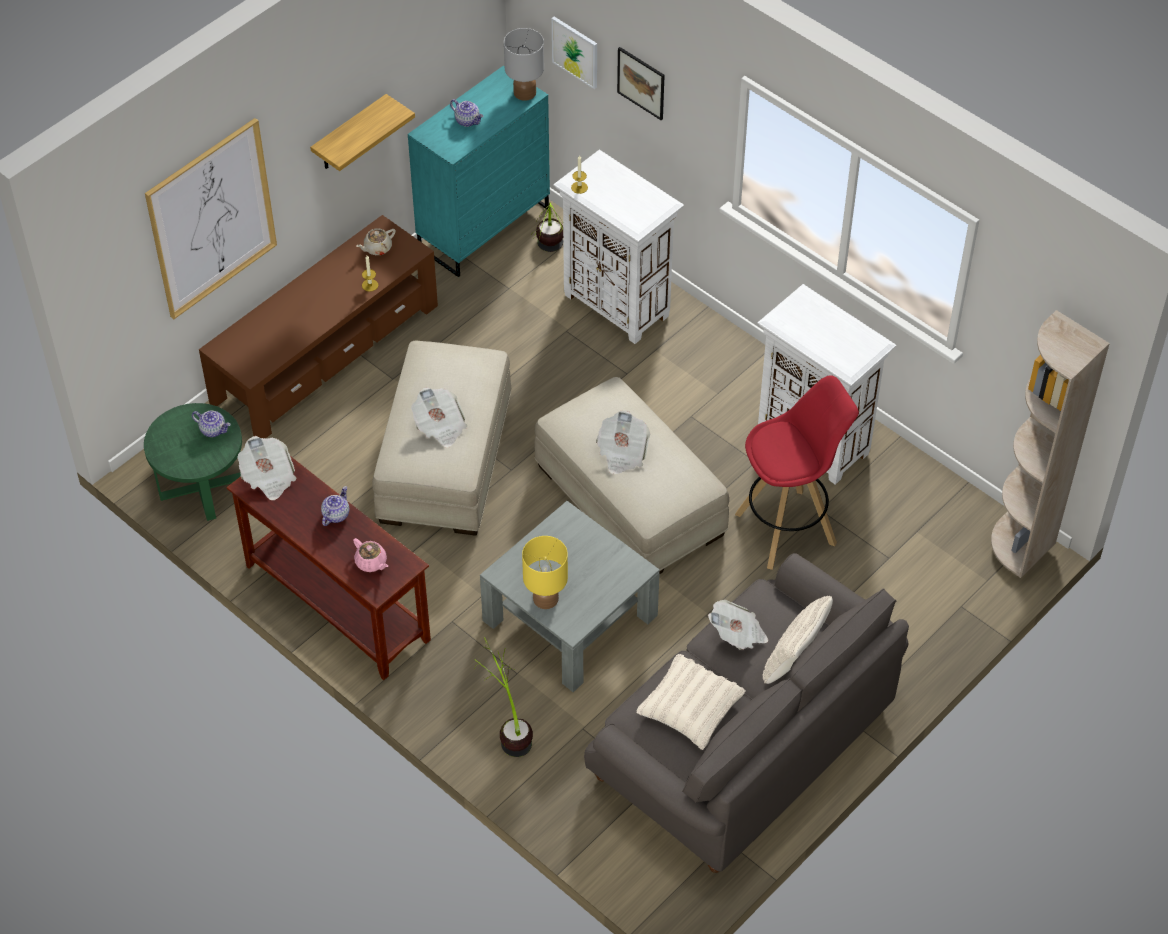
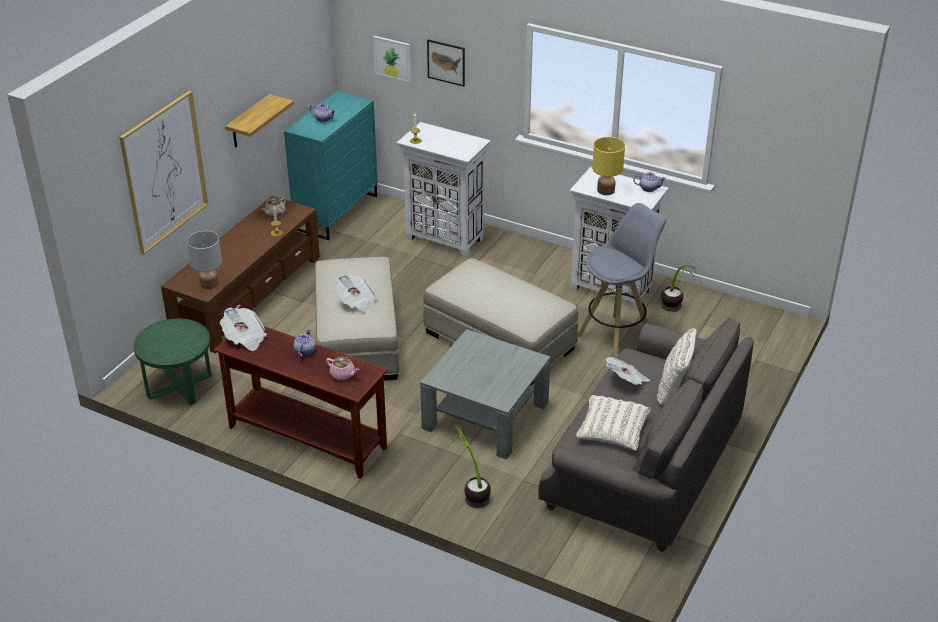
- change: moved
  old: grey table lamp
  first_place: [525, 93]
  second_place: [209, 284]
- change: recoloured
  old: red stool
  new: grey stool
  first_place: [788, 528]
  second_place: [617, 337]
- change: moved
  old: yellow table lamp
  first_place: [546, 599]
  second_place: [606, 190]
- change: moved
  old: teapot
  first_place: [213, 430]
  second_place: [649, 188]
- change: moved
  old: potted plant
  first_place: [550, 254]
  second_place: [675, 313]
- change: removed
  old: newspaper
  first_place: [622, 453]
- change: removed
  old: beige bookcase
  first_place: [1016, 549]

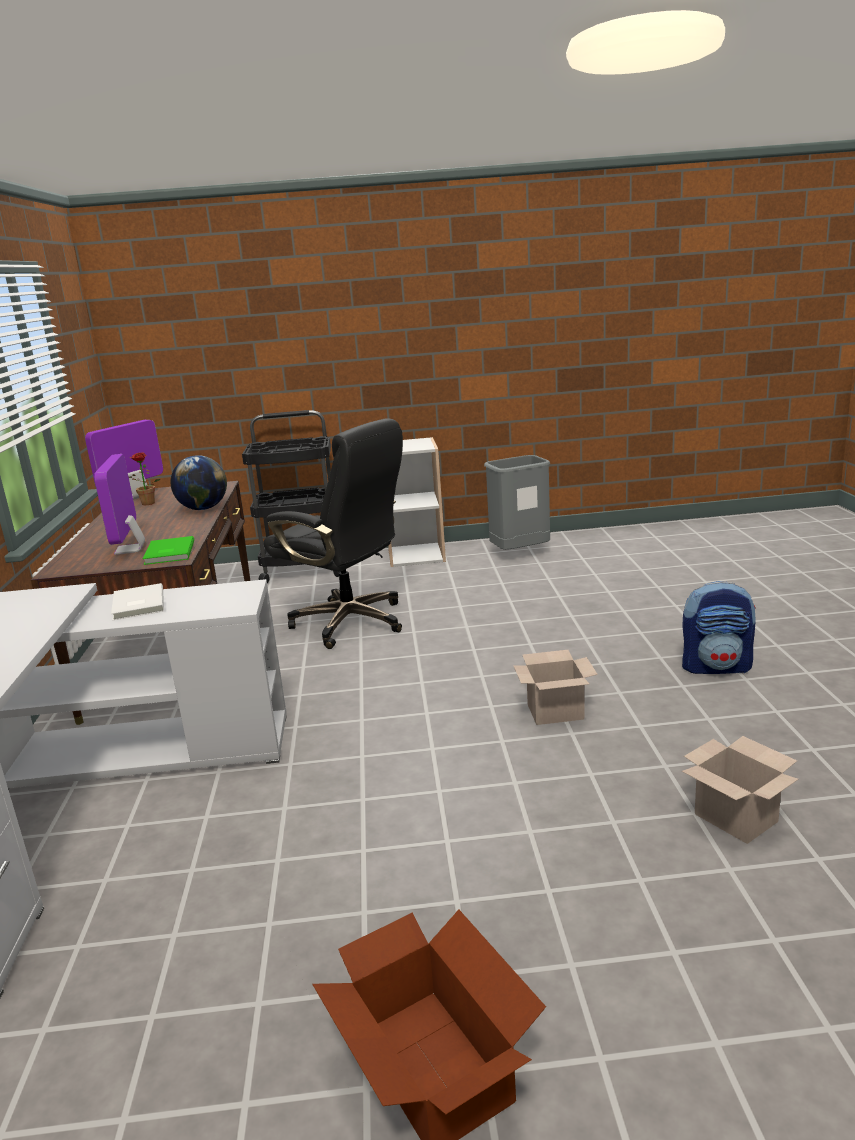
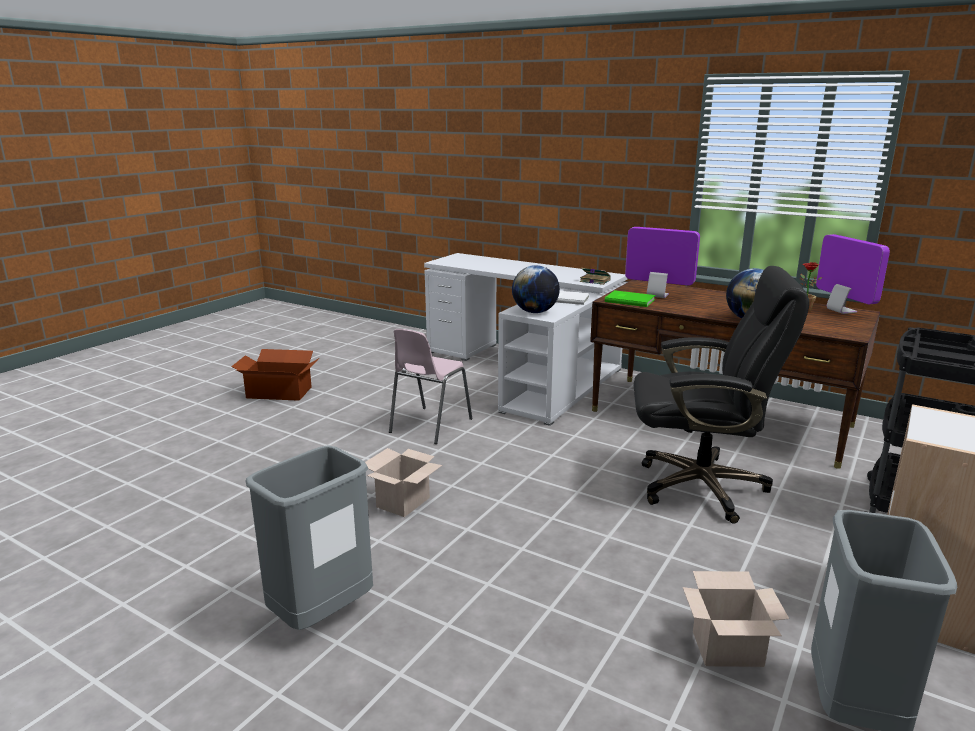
- change: replaced
  old: backpack
  new: grey trash can
  first_place: [716, 667]
  second_place: [321, 615]
- change: added
  new: pink chair
  second_place: [429, 426]
- change: added
  new: globe
  second_place: [535, 312]
- change: added
  new: book
  second_place: [594, 281]
- change: turned
  old: black office chair
  first_place: [347, 622]
  second_place: [698, 487]
  degrees: -150
- change: moved
  old: cardboard box
  first_place: [738, 818]
  second_place: [726, 649]

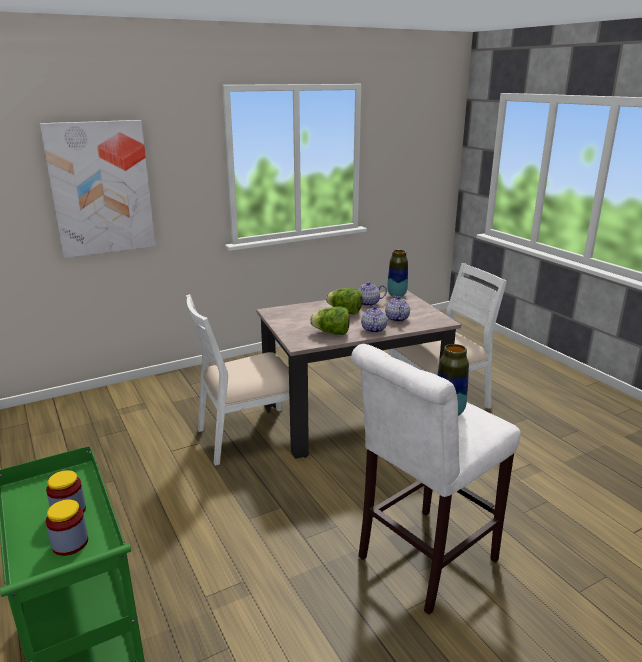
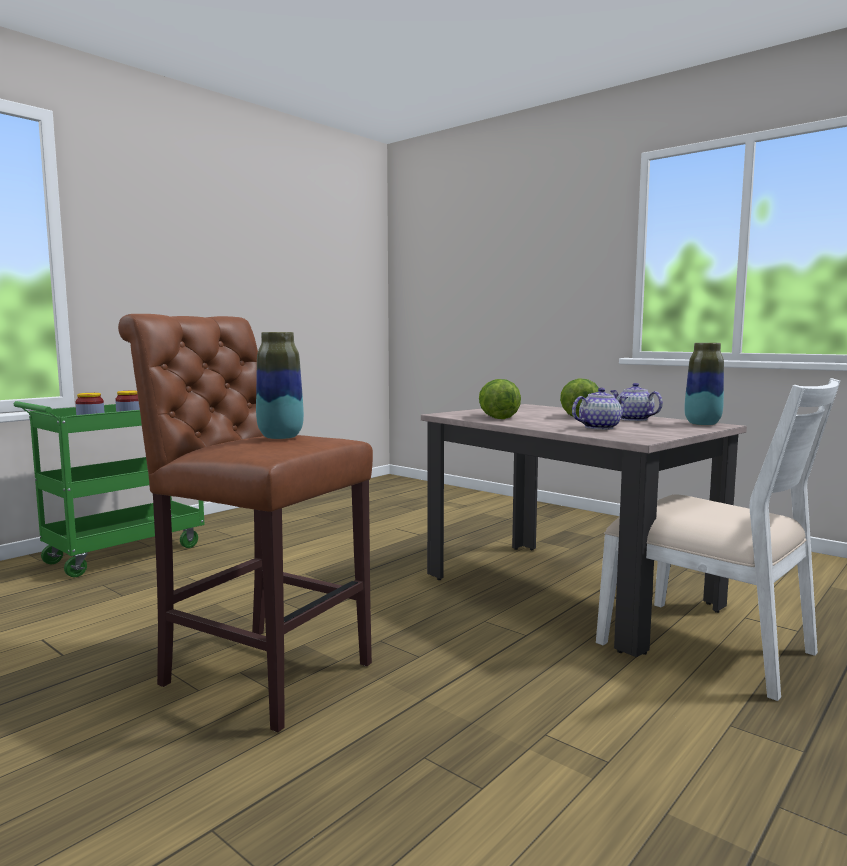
- change: recoloured
  old: white stool
  new: brown stool
  first_place: [421, 562]
  second_place: [259, 672]
- change: removed
  old: picture
  first_place: [101, 188]
- change: removed
  old: white chair
  first_place: [250, 436]
- change: removed
  old: teapot
  first_place: [373, 329]

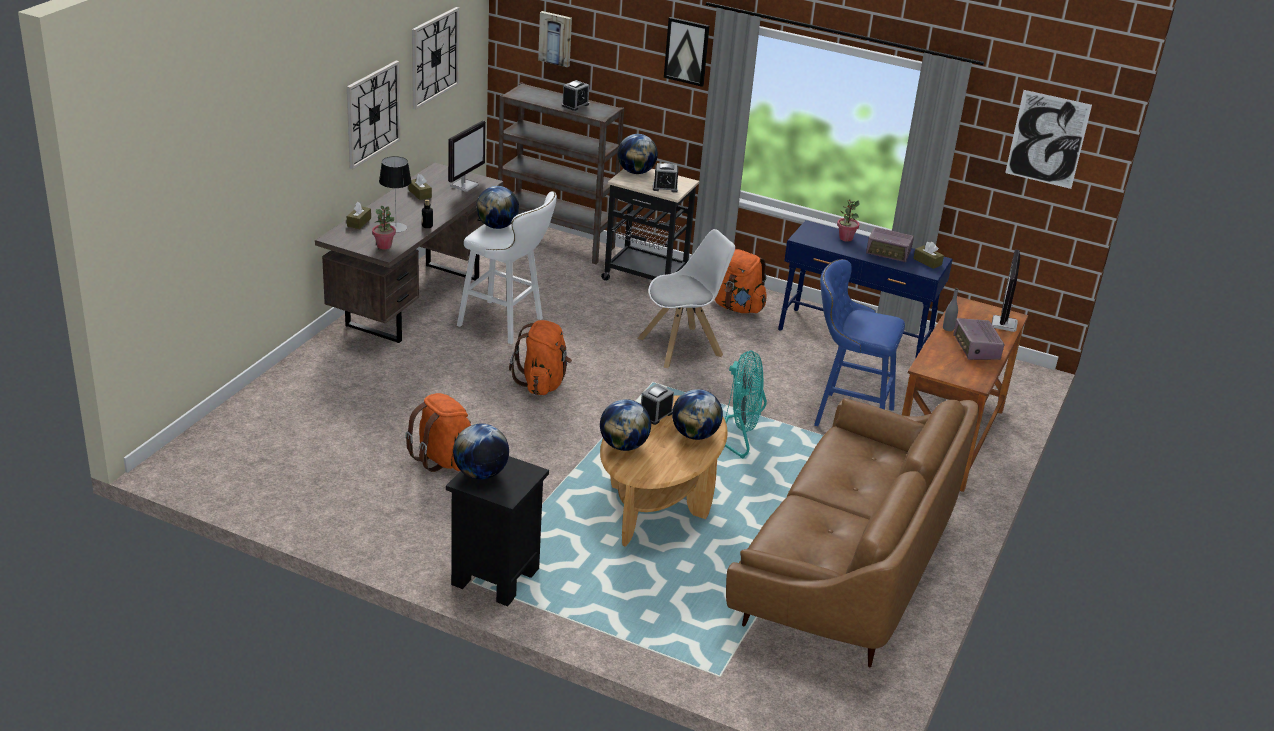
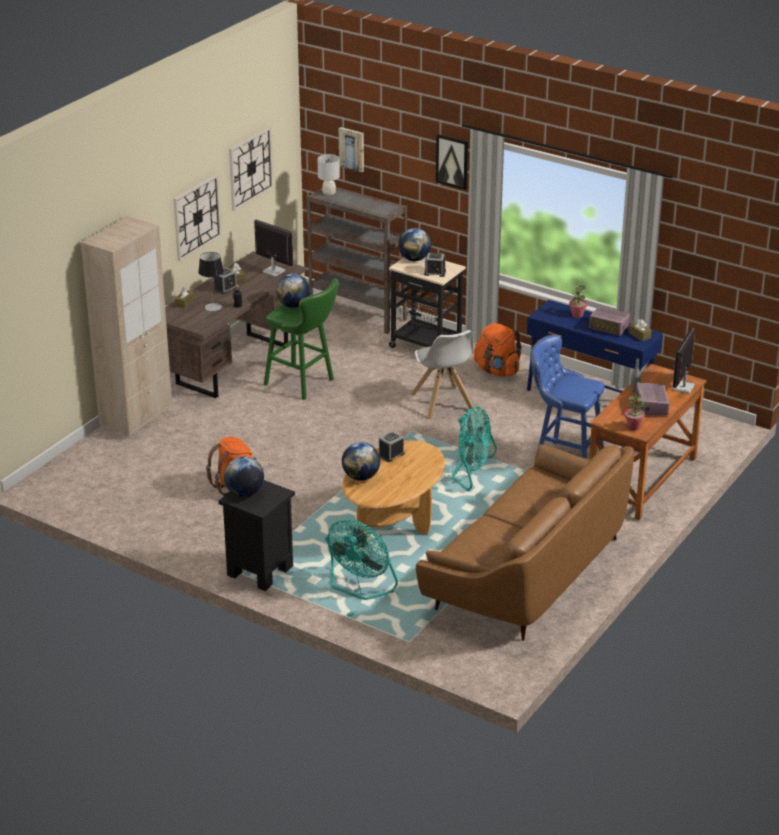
- change: added
  new: beige cabinet
  second_place: [137, 419]
- change: moved
  old: alarm clock
  first_place: [575, 105]
  second_place: [225, 288]
- change: turned
  old: monitor
  first_place: [464, 185]
  second_place: [273, 271]
  degrees: -90
- change: recoloured
  old: white stool
  new: green stool
  first_place: [508, 325]
  second_place: [305, 384]
- change: added
  new: grey table lamp
  second_place: [329, 194]
- change: added
  new: turquoise fan
  second_place: [356, 590]
- change: turned
  old: chair
  first_place: [682, 347]
  second_place: [443, 403]
  degrees: 90
- change: moved
  old: potted plant
  first_place: [384, 246]
  second_place: [633, 427]
- change: removed
  old: orange backpack
  first_place: [542, 383]
- change: removed
  old: globe
  first_place: [695, 435]
- change: removed
  old: picture
  first_place: [1047, 139]

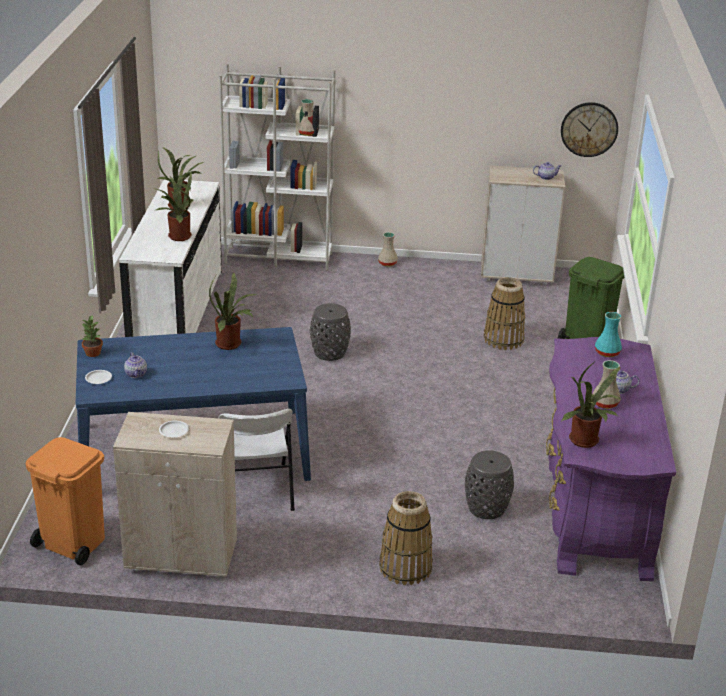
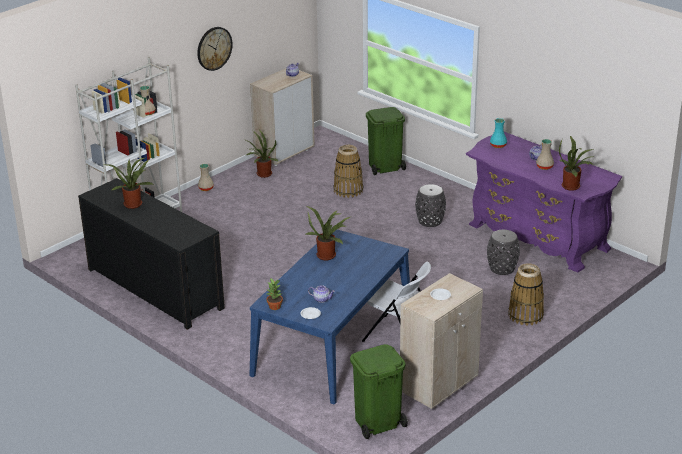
- change: recoloured
  old: white dresser
  new: black dresser
  first_place: [178, 312]
  second_place: [155, 288]
- change: moved
  old: wall clock
  first_place: [589, 129]
  second_place: [214, 48]
- change: moved
  old: potted plant
  first_place: [177, 236]
  second_place: [262, 174]
- change: recoloured
  old: orange trash can
  new: green trash can
  first_place: [72, 542]
  second_place: [377, 422]
- change: moved
  old: grey stool
  first_place: [329, 353]
  second_place: [430, 221]

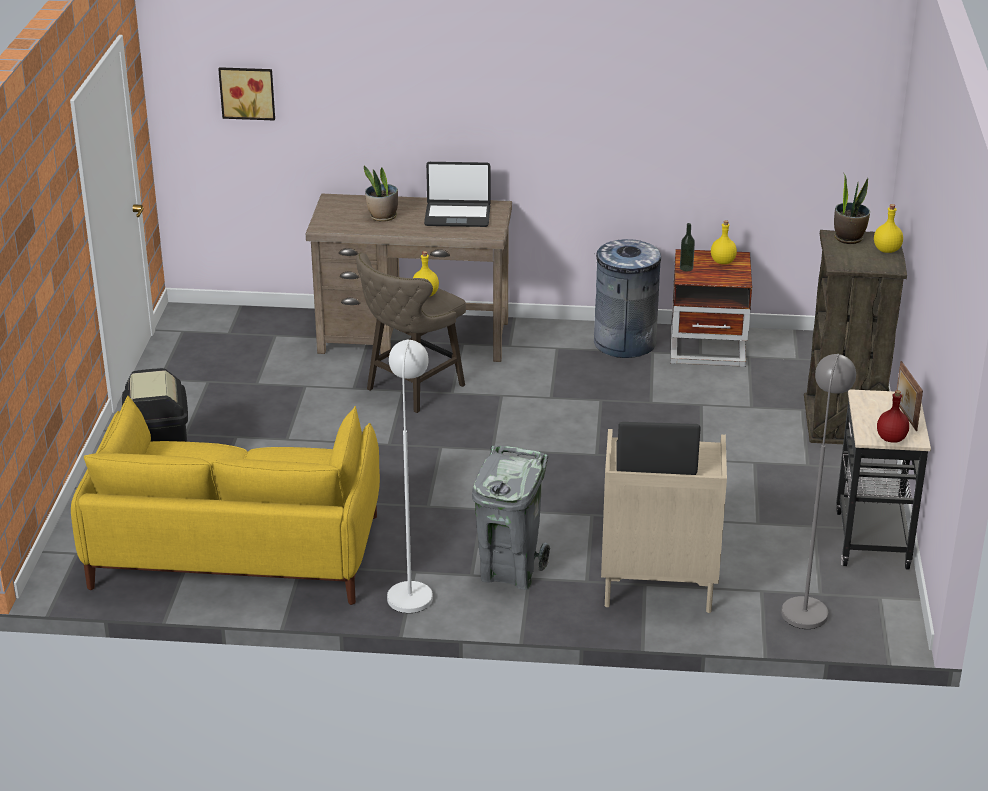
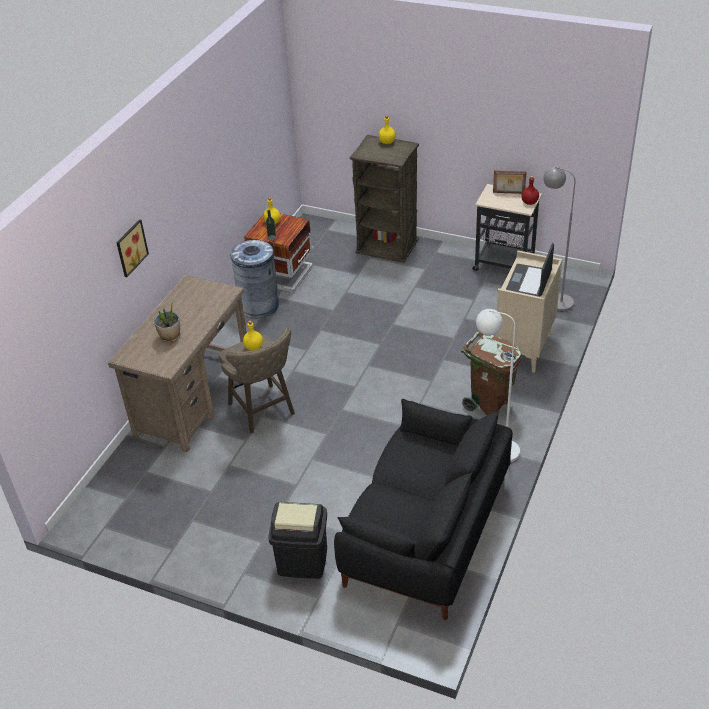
- change: moved
  old: picture
  first_place: [247, 92]
  second_place: [130, 247]
- change: recoloured
  old: yellow sofa
  new: black sofa
  first_place: [236, 551]
  second_place: [425, 530]
- change: recoloured
  old: grey trash can
  new: brown trash can
  first_place: [510, 571]
  second_place: [489, 403]
- change: removed
  old: laptop
  first_place: [457, 216]
- change: removed
  old: potted plant
  first_place: [848, 238]

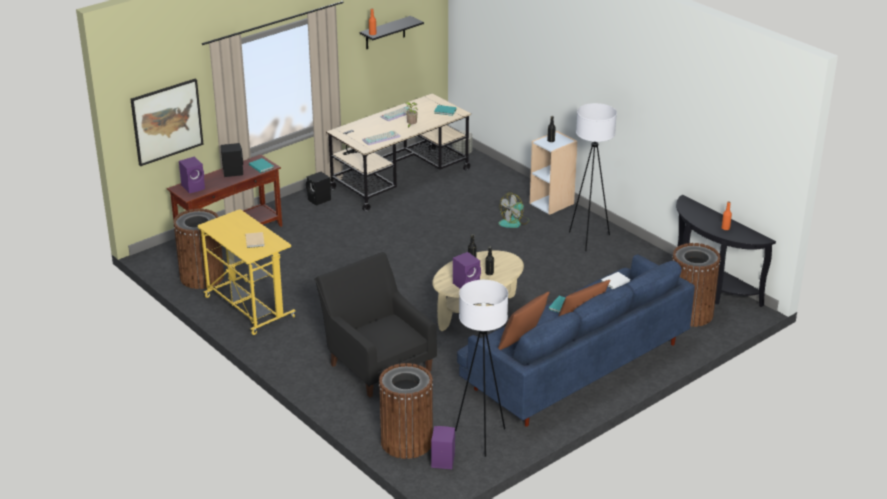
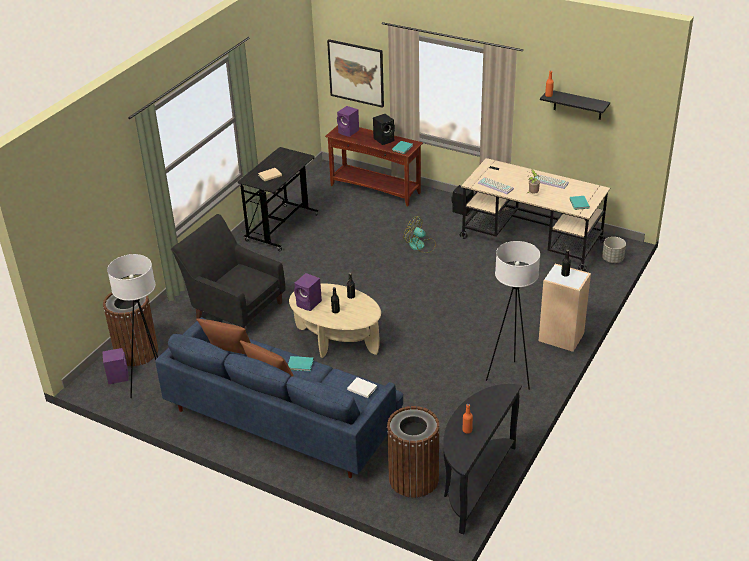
- change: turned
  old: black armchair
  first_place: [377, 364]
  second_place: [234, 308]
  degrees: -90
- change: recoloured
  old: yellow desk
  new: black desk
  first_place: [249, 307]
  second_place: [282, 228]
- change: moved
  old: fan
  first_place: [514, 222]
  second_place: [420, 246]
- change: removed
  old: brown trash can
  first_place: [202, 277]

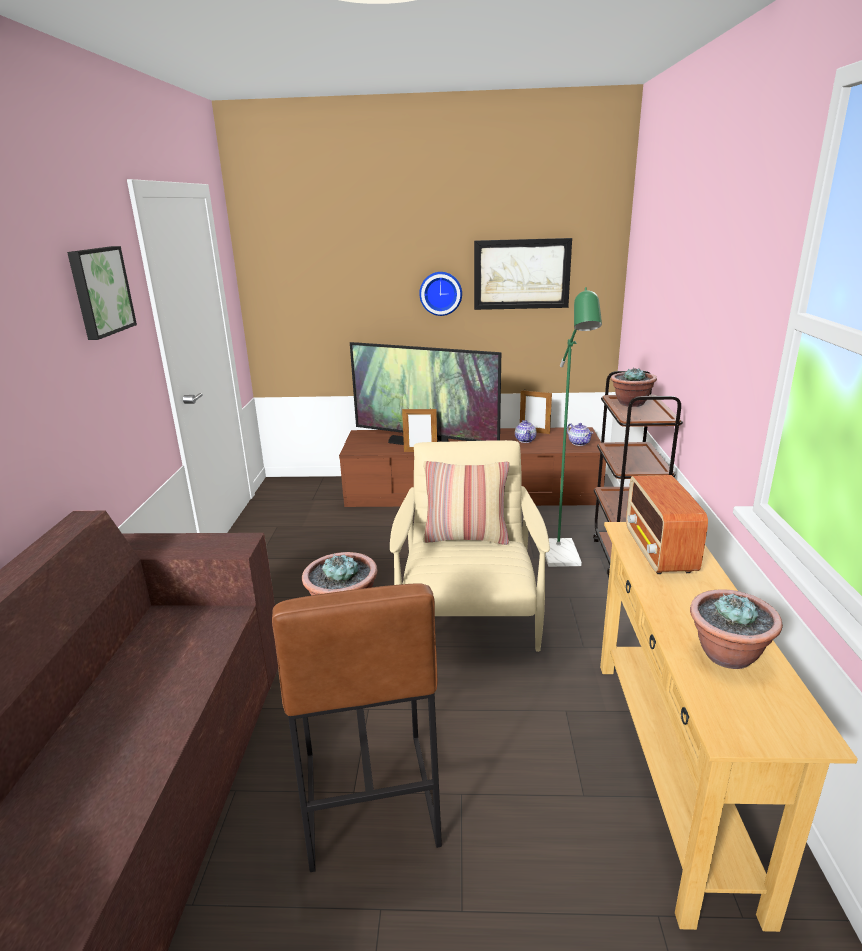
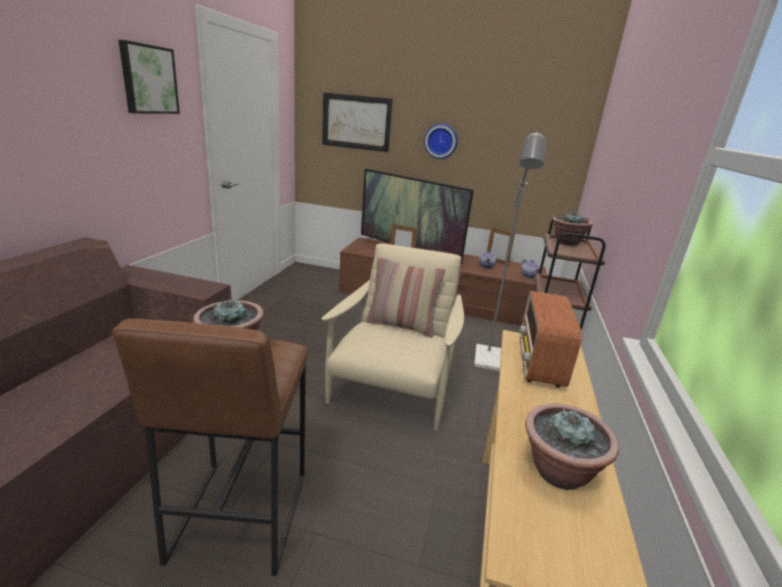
- change: moved
  old: picture
  first_place: [521, 274]
  second_place: [356, 122]
- change: recoloured
  old: green floor lamp
  new: grey floor lamp
  first_place: [562, 559]
  second_place: [488, 362]

